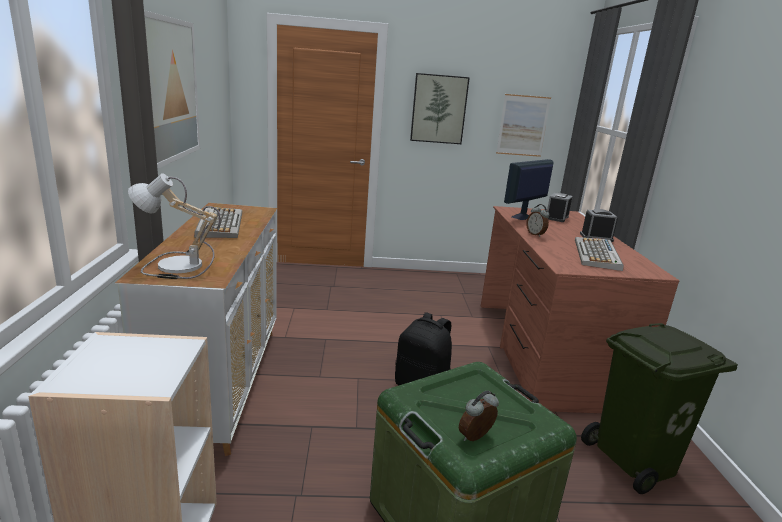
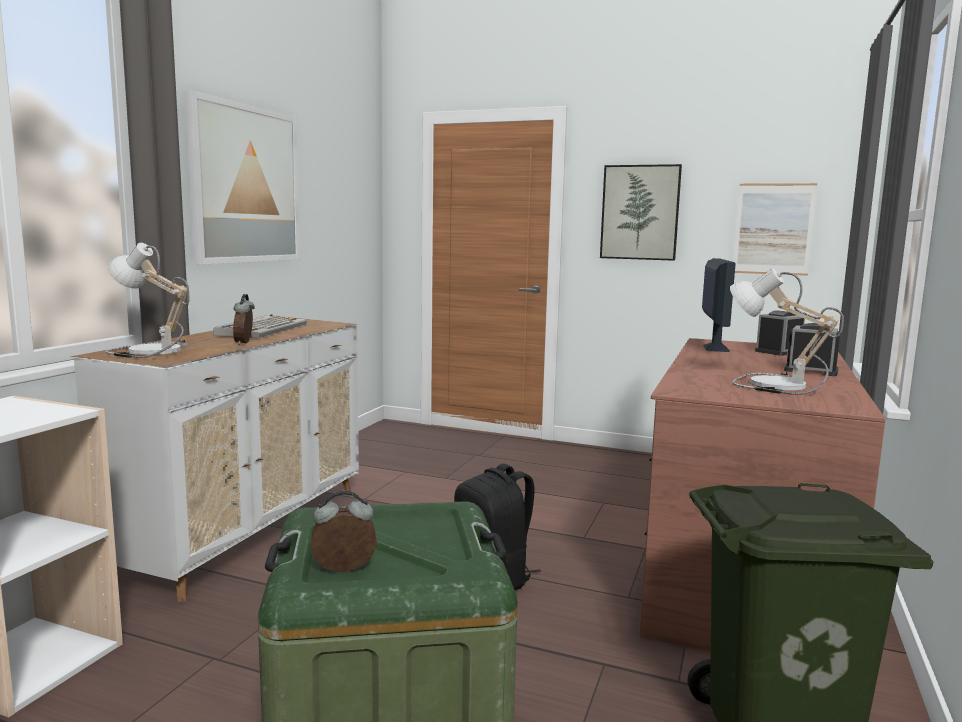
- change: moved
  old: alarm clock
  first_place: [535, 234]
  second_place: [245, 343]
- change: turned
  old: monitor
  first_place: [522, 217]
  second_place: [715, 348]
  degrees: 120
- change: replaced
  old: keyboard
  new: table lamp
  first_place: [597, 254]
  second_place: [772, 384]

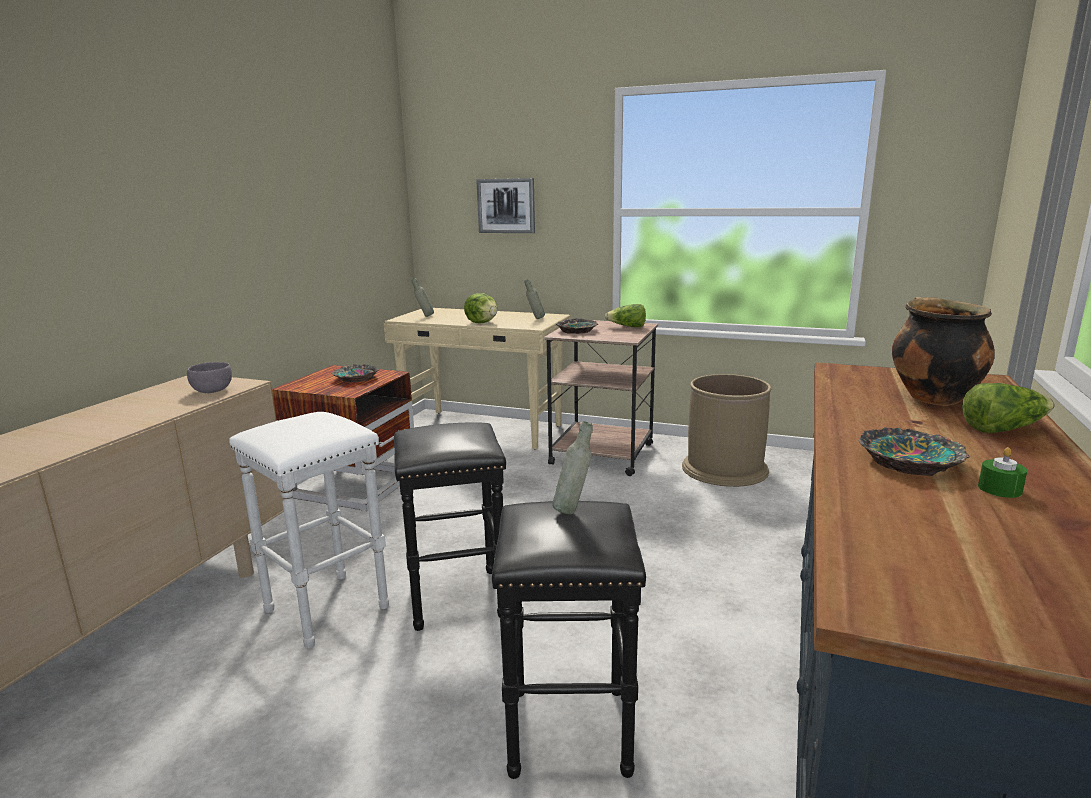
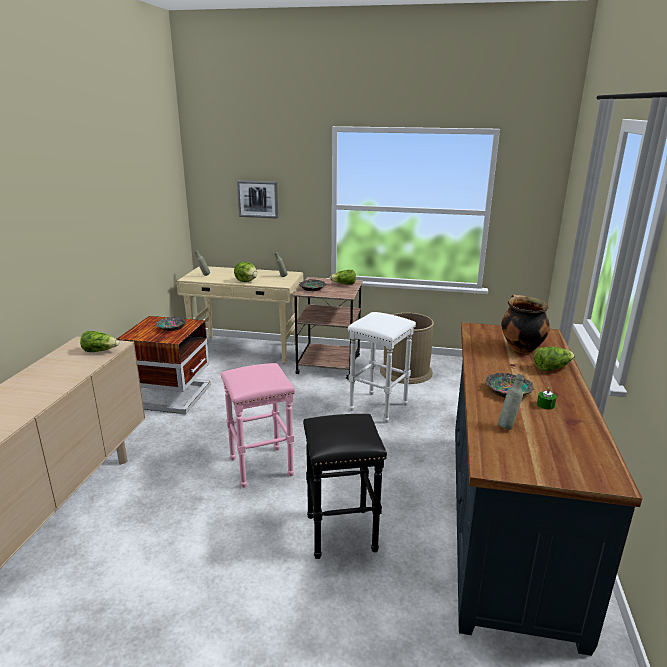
- change: replaced
  old: grey bowl
  new: lettuce
  first_place: [212, 390]
  second_place: [100, 351]
- change: recoloured
  old: black stool
  new: pink stool
  first_place: [455, 599]
  second_place: [260, 467]
- change: moved
  old: white stool
  first_place: [330, 608]
  second_place: [379, 407]
- change: moved
  old: grey bottle
  first_place: [573, 510]
  second_place: [508, 426]

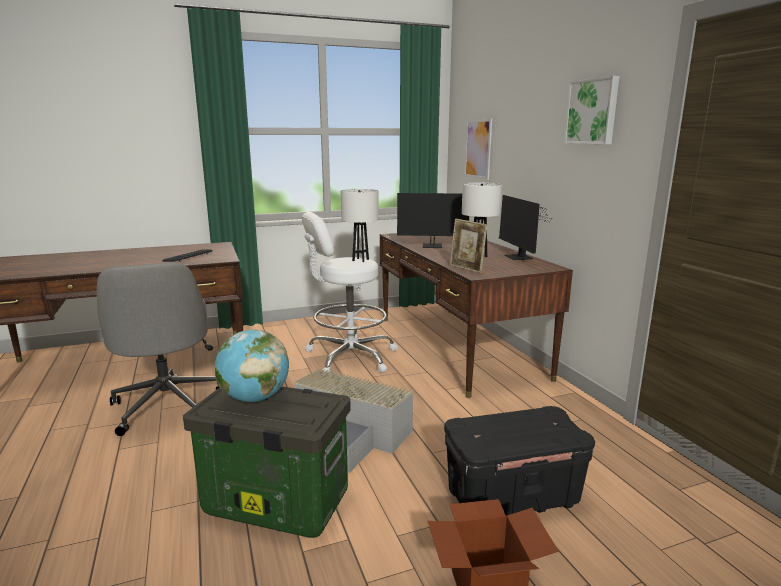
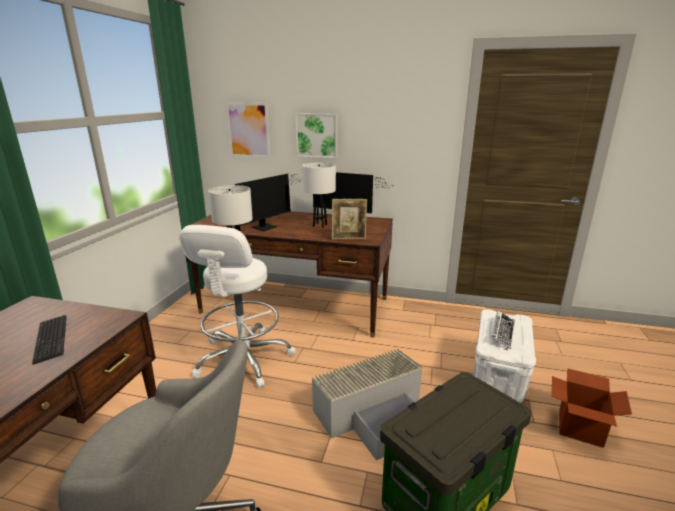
- change: moved
  old: picture
  first_place: [592, 112]
  second_place: [317, 135]
- change: recoloured
  old: black storage box
  new: white storage box
  first_place: [513, 496]
  second_place: [497, 376]
- change: added
  new: keyboard
  second_place: [502, 332]
- change: removed
  old: globe
  first_place: [255, 398]

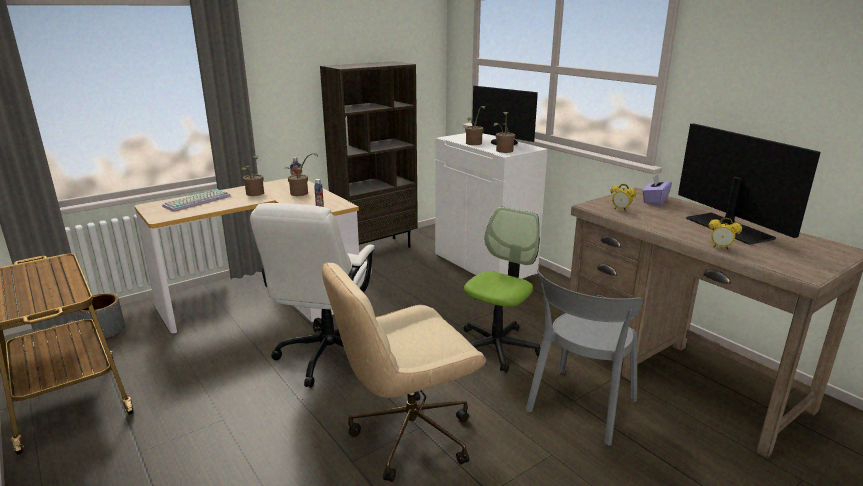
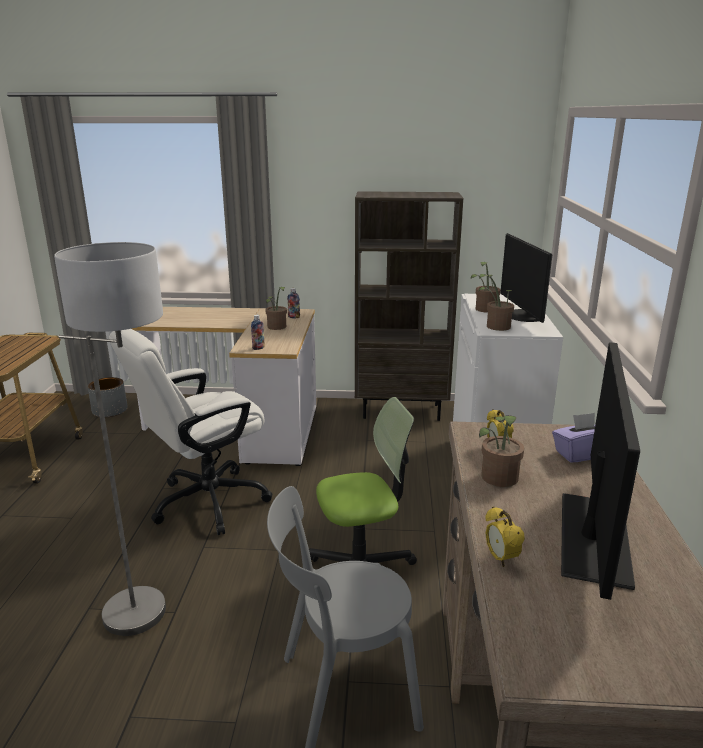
- change: replaced
  old: beige office chair
  new: grey floor lamp
  first_place: [408, 438]
  second_place: [151, 616]
- change: moved
  old: potted plant
  first_place: [255, 194]
  second_place: [498, 480]
- change: removed
  old: keyboard
  first_place: [197, 201]

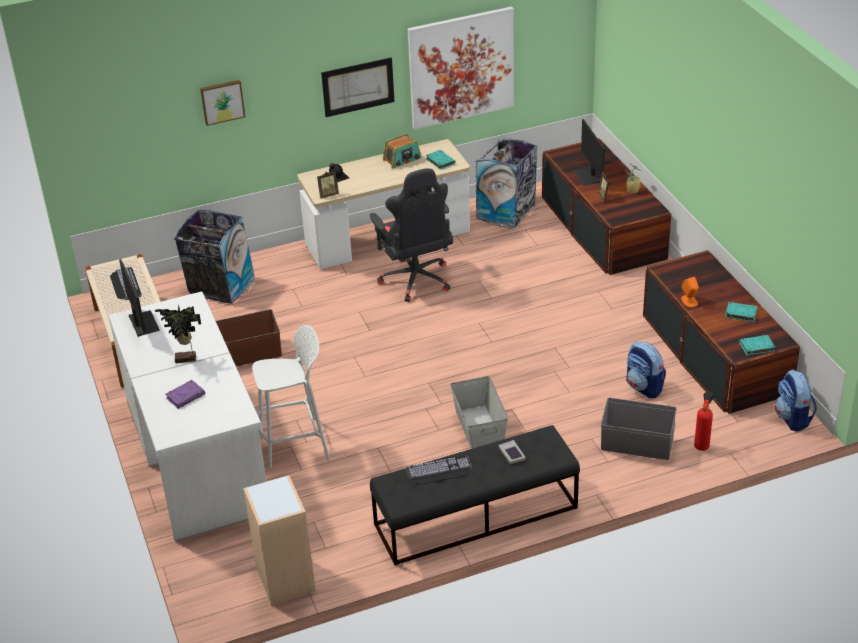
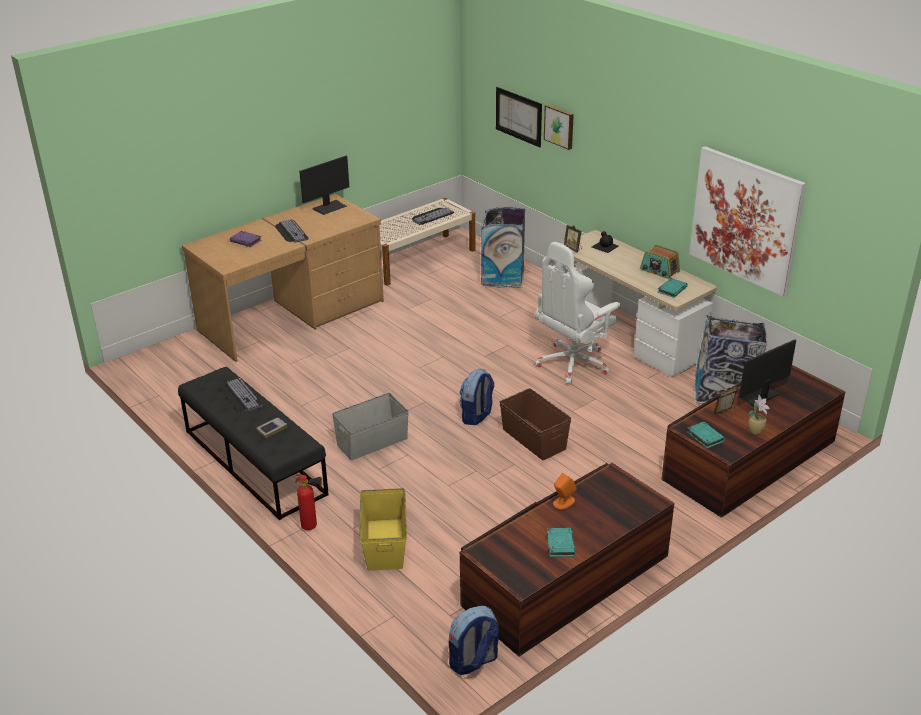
- change: recoloured
  old: white desk
  new: brown desk
  first_place: [198, 455]
  second_place: [293, 316]
- change: replaced
  old: potted plant
  new: keyboard
  first_place: [186, 360]
  second_place: [290, 231]
- change: moved
  old: fire extinguisher
  first_place: [702, 444]
  second_place: [313, 526]
- change: recoloured
  old: grey storage box
  new: yellow storage box
  first_place: [637, 444]
  second_place: [384, 544]
- change: moved
  old: backpack
  first_place: [644, 387]
  second_place: [477, 416]
- change: moved
  old: picture
  first_place: [358, 87]
  second_place: [518, 116]
- change: moved
  old: brown storage box
  first_place: [249, 354]
  second_place: [533, 439]
- change: recoloured
  old: black office chair
  new: white office chair
  first_place: [415, 279]
  second_place: [573, 363]
- change: moved
  old: turquoise book
  first_place: [756, 347]
  second_place: [705, 437]
- change: removed
  old: bookcase
  first_place: [285, 580]
- change: removed
  old: white stool
  first_place: [296, 445]

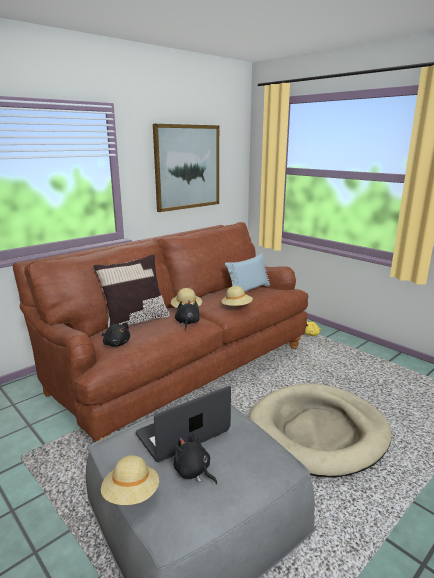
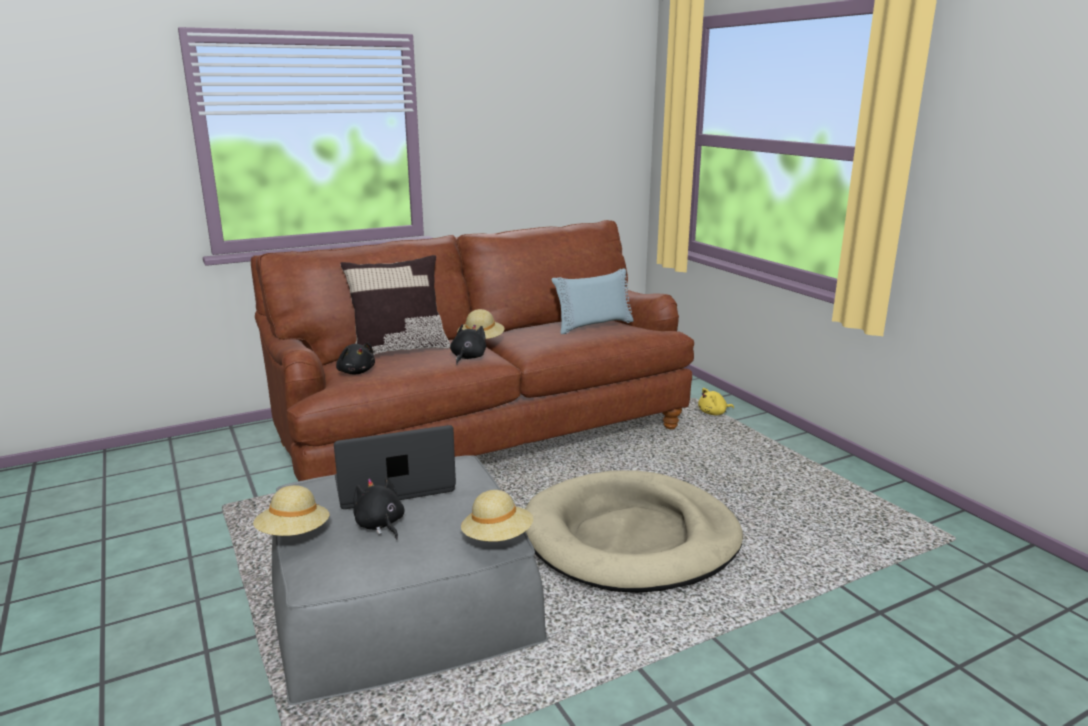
- change: moved
  old: beige hat
  first_place: [236, 307]
  second_place: [497, 538]
- change: removed
  old: picture
  first_place: [187, 167]

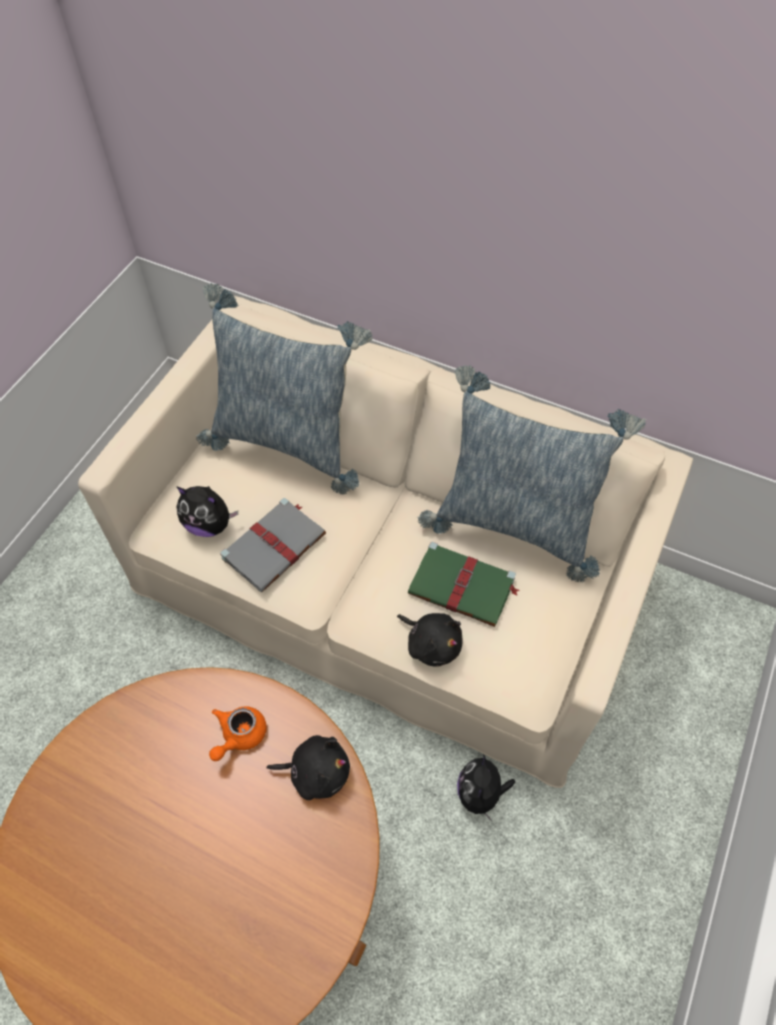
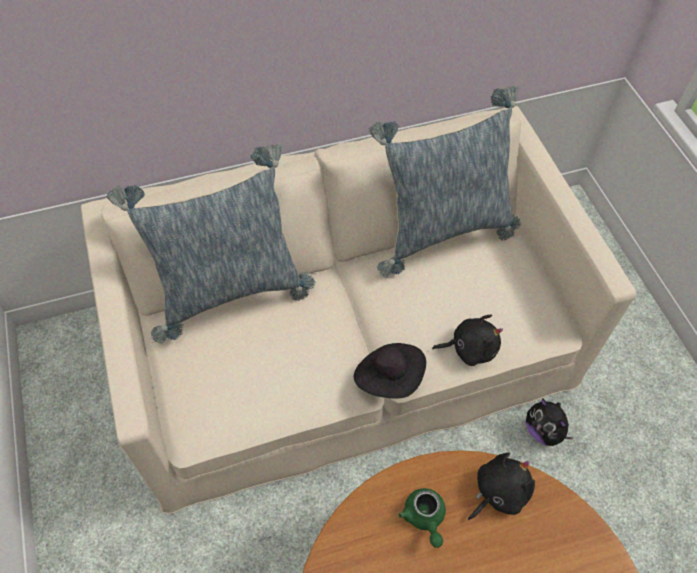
- change: added
  new: black hat
  second_place: [389, 377]
- change: recoloured
  old: orange teapot
  new: green teapot
  first_place: [239, 736]
  second_place: [424, 518]
- change: removed
  old: plush toy
  first_place: [209, 524]
- change: removed
  old: grey book
  first_place: [275, 545]
- change: removed
  old: green book
  first_place: [463, 587]

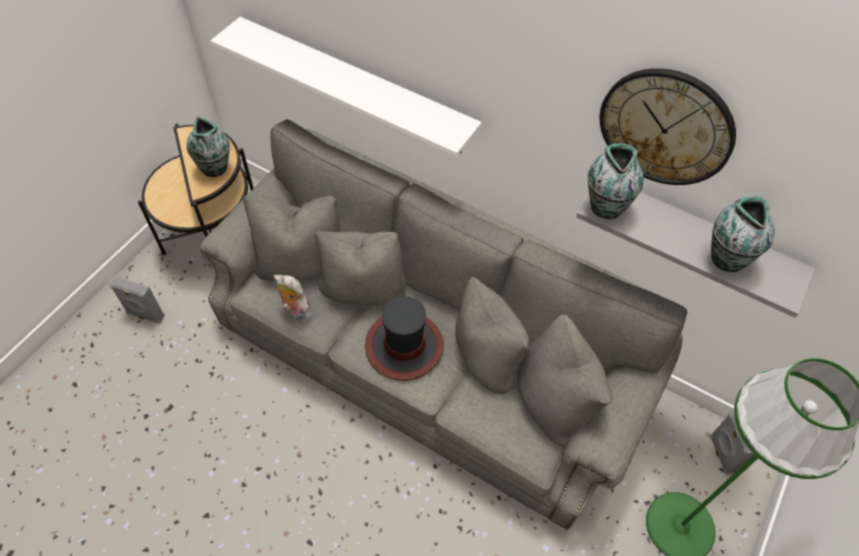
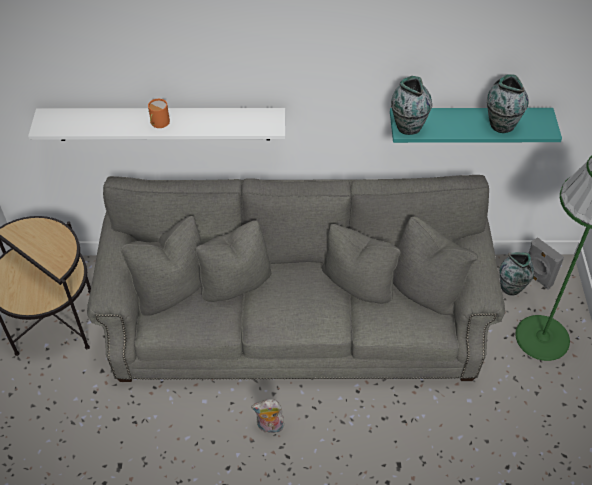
- change: added
  new: orange mug
  second_place: [158, 123]
- change: moved
  old: plush toy
  first_place: [295, 312]
  second_place: [269, 427]
- change: recoloured
  old: grey shelf
  new: turquoise shelf
  first_place: [694, 237]
  second_place: [468, 123]
- change: moved
  old: vase
  first_place: [215, 169]
  second_place: [511, 287]
- change: removed
  old: grey speaker
  first_place: [145, 315]
- change: removed
  old: hat
  first_place: [404, 346]
- change: removed
  old: wall clock
  first_place: [666, 127]

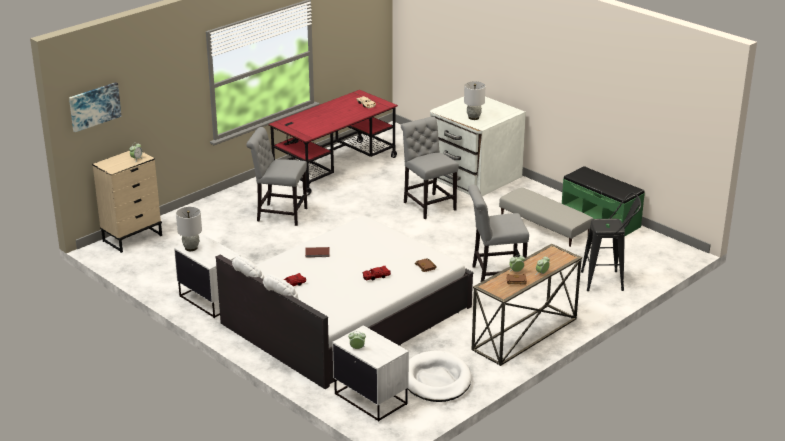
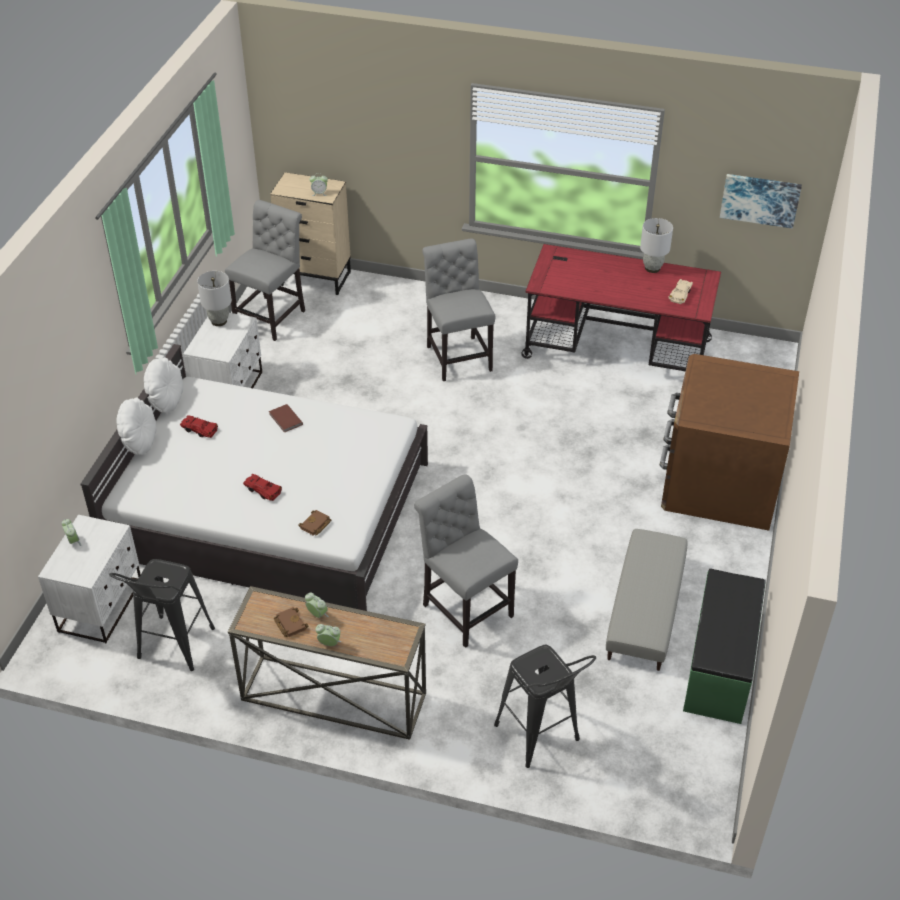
- change: replaced
  old: white dog bed
  new: black stool
  first_place: [436, 380]
  second_place: [172, 650]
- change: moved
  old: grey chair
  first_place: [428, 205]
  second_place: [272, 316]
- change: moved
  old: white table lamp
  first_place: [473, 117]
  second_place: [652, 268]
- change: recoloured
  old: white dresser
  new: brown dresser
  first_place: [474, 176]
  second_place: [719, 482]
- change: moved
  old: picture
  first_place: [94, 106]
  second_place: [760, 199]

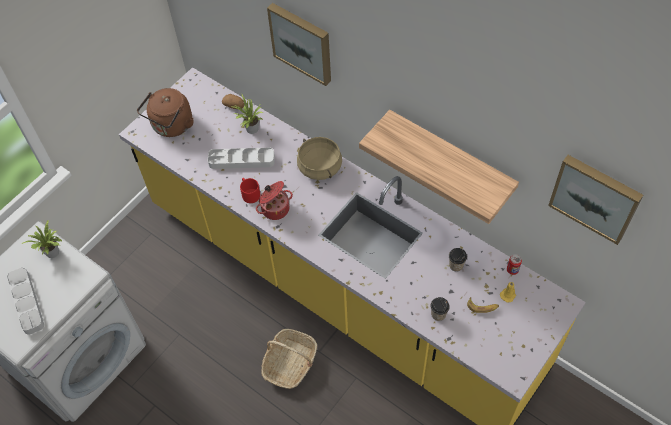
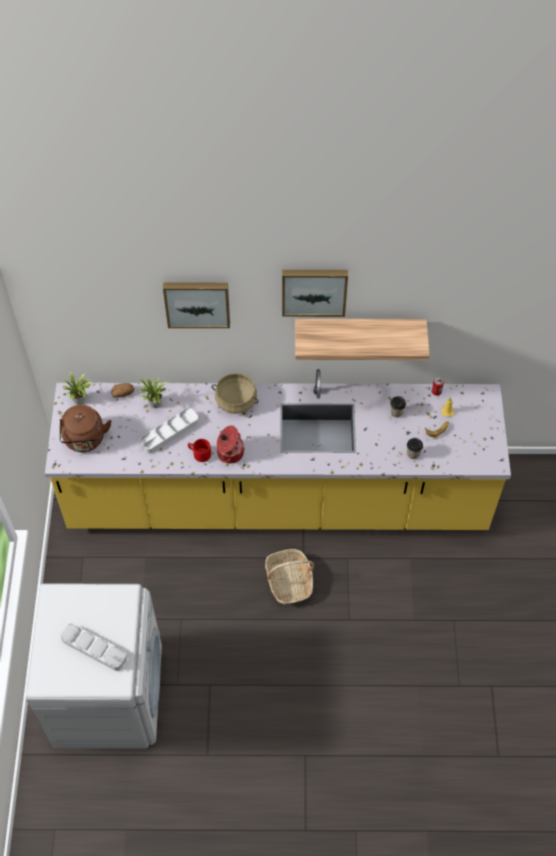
- change: moved
  old: potted plant
  first_place: [53, 253]
  second_place: [81, 400]
- change: moved
  old: picture
  first_place: [595, 197]
  second_place: [314, 290]

